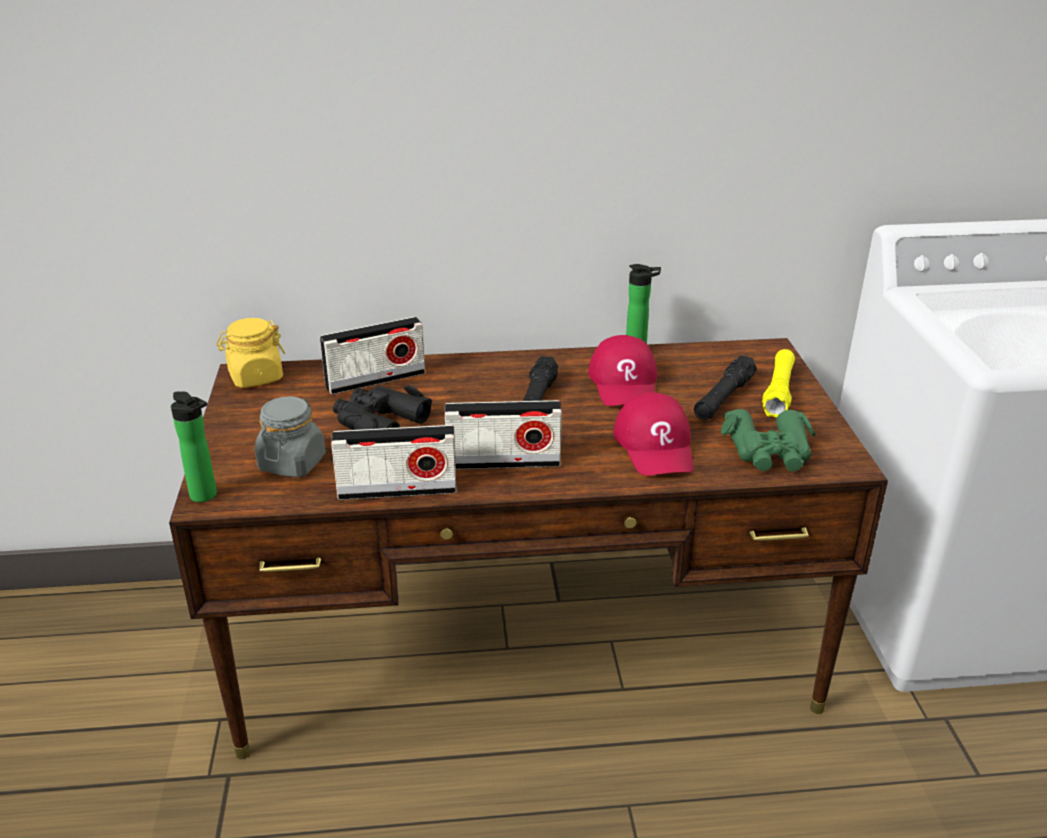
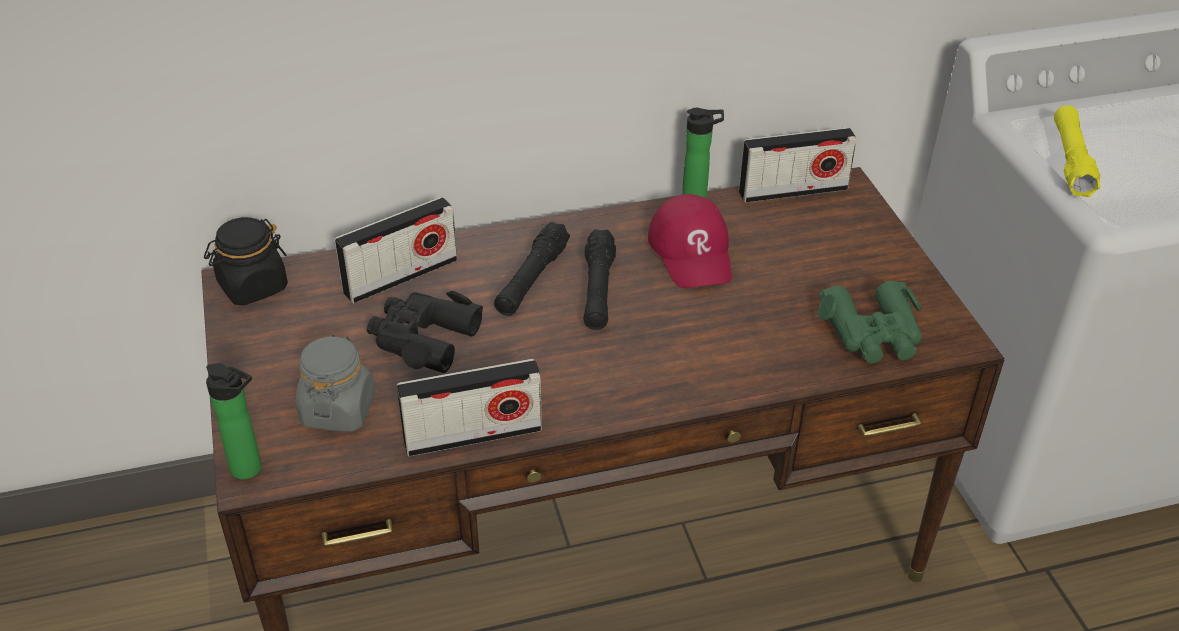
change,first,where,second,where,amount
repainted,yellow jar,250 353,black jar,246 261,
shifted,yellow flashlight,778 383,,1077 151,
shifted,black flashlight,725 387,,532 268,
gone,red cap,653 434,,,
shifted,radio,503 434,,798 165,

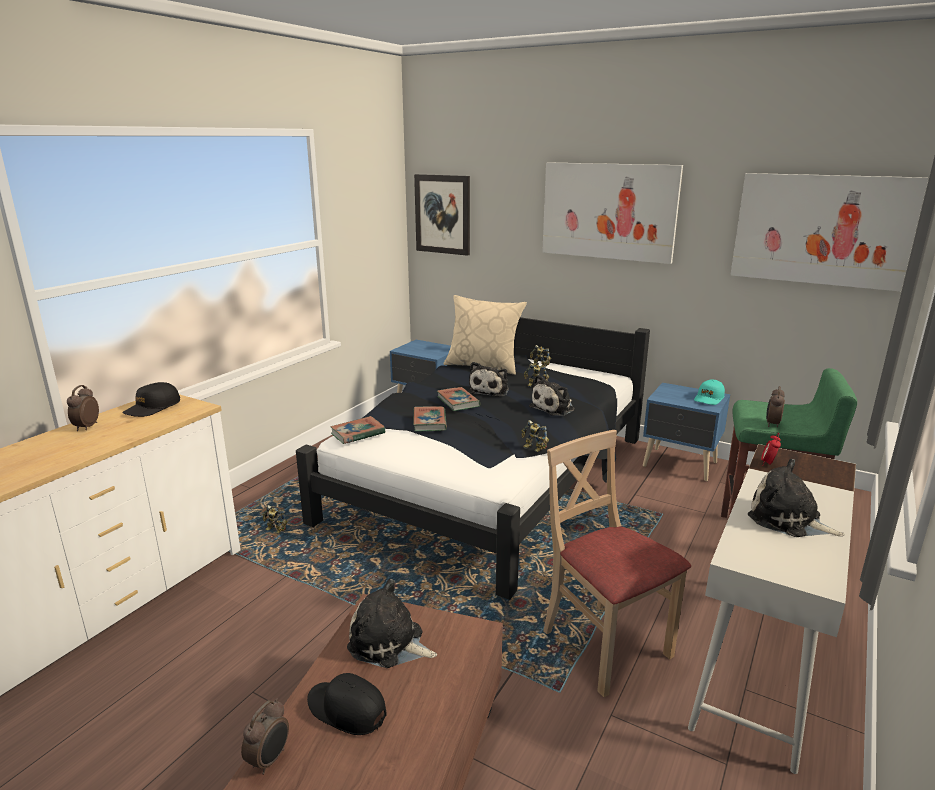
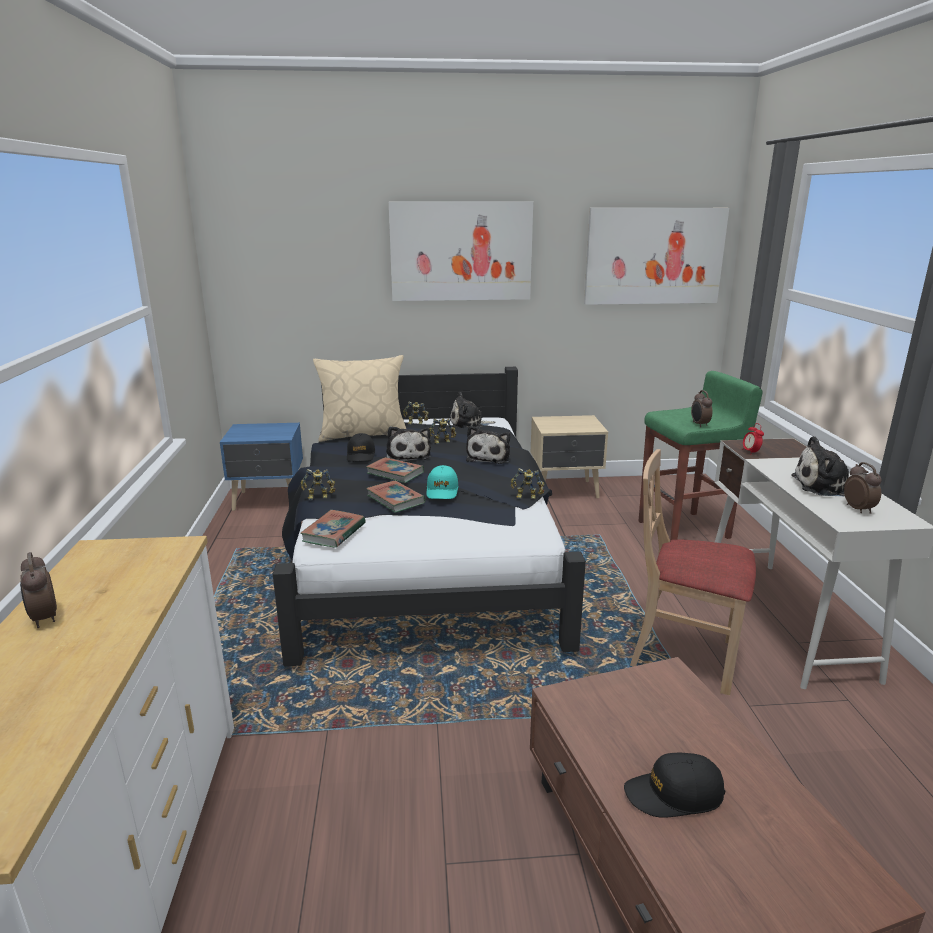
change,first,where,second,where,amount
gone,picture,442 215,,,
shifted,turquoise cap,709 392,,442 482,
shifted,black cap,151 399,,361 447,
repainted,blue nightstand,686 432,beige nightstand,569 456,
shifted,toy robot,274 519,,317 484,
shifted,plush toy,392 623,,473 410,
shifted,alarm clock,265 737,,863 488,

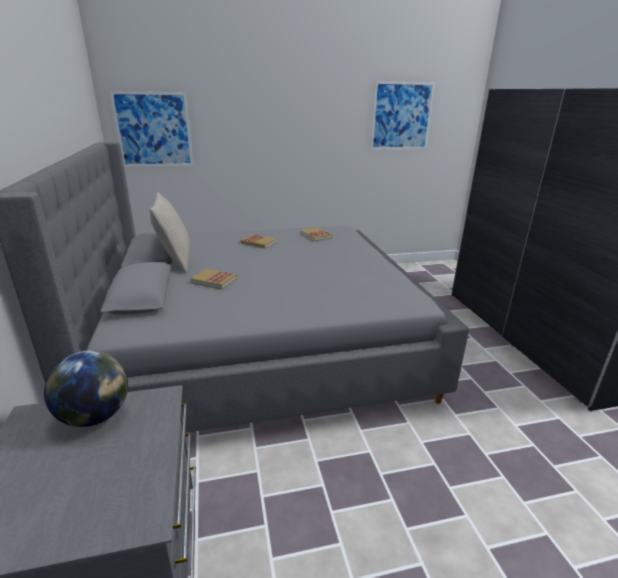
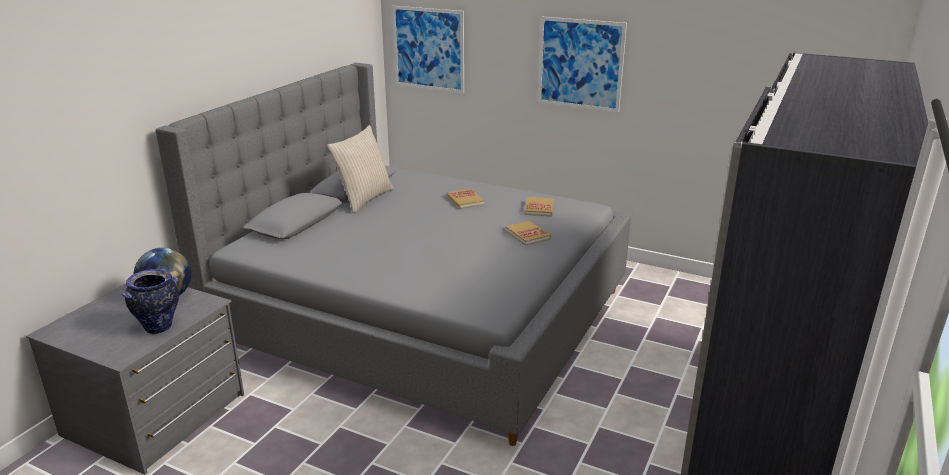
change,first,where,second,where,amount
shifted,picture,402 115,,582 64,
shifted,book,213 279,,528 233,
new,,,vase,150 301,

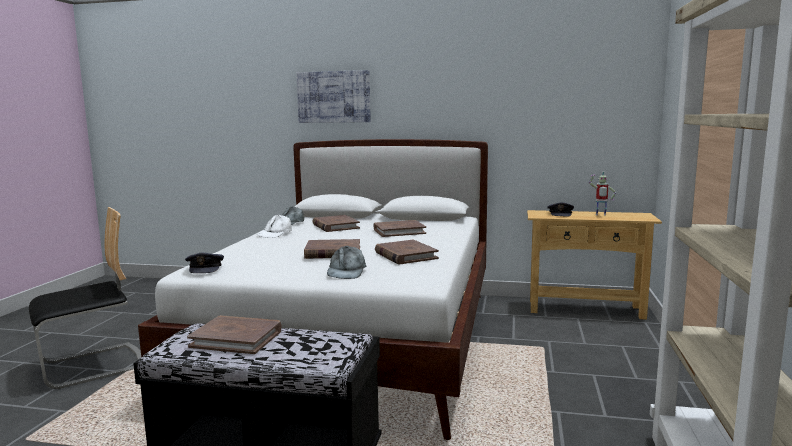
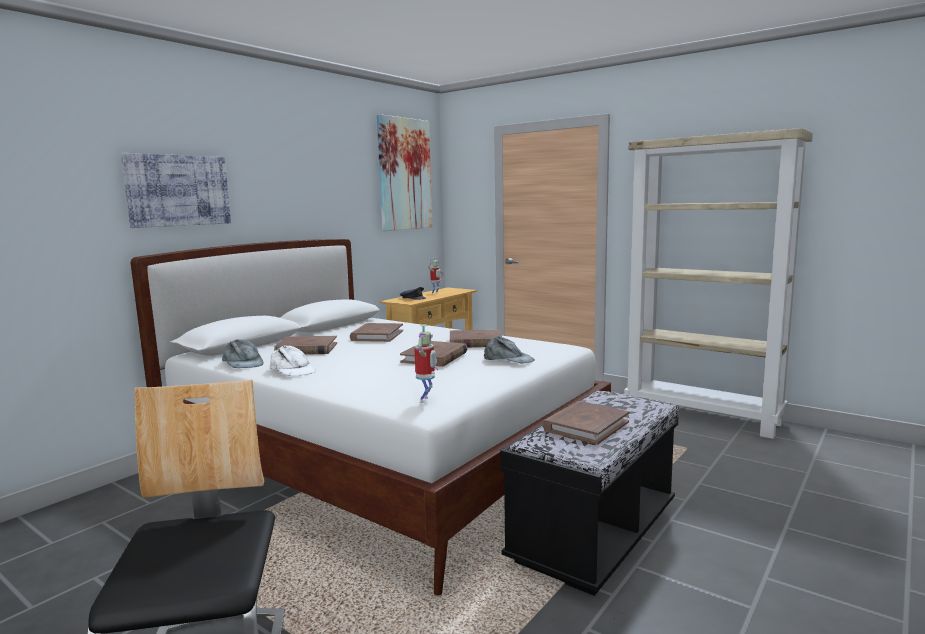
change,first,where,second,where,amount
swapped,grey cap,204 263,toy robot,426 363,
new,,,picture,405 172,

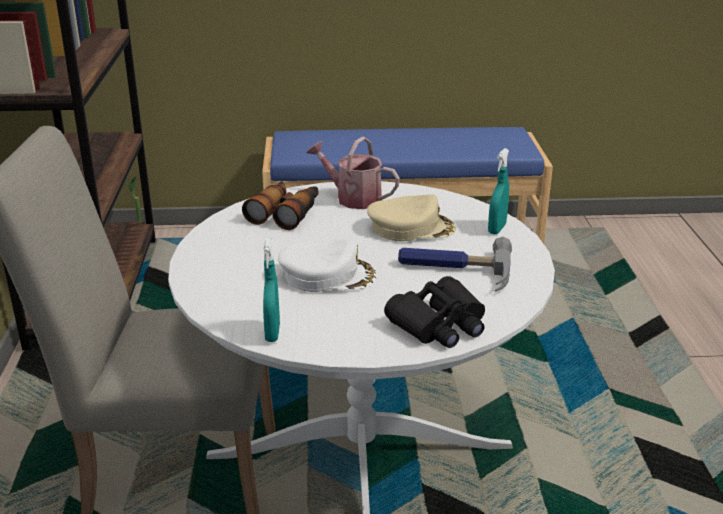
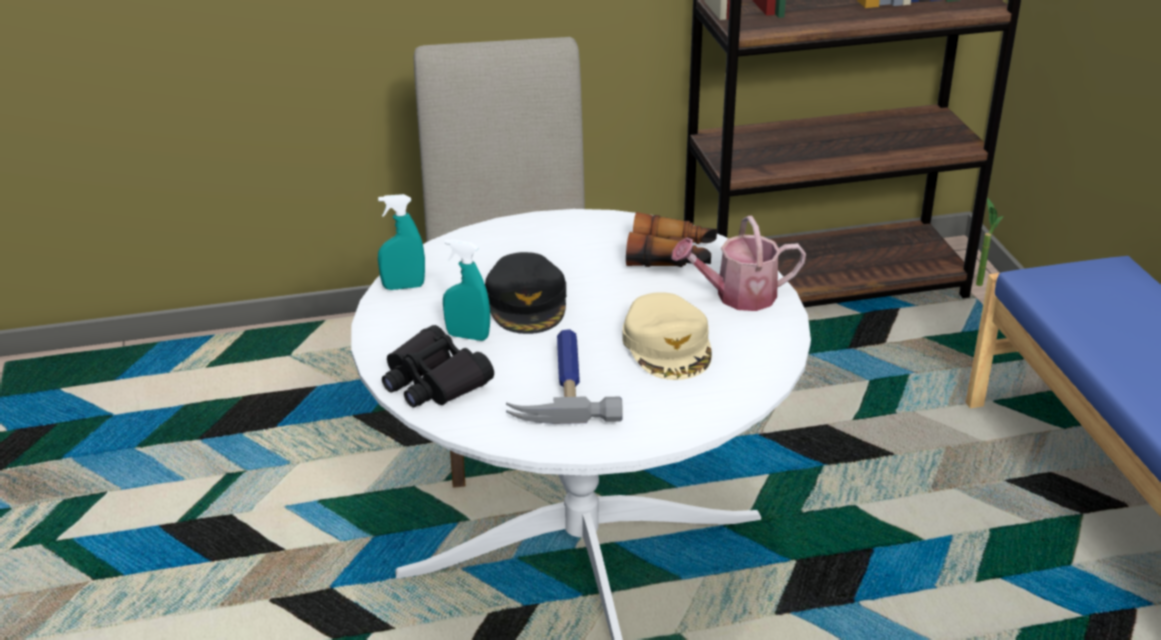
change,first,where,second,where,amount
rotated,watering can,353 172,,738 263,120 degrees counterclockwise
shifted,turquoise spray bottle,498 191,,466 290,
repainted,white cap,328 265,black cap,525 293,

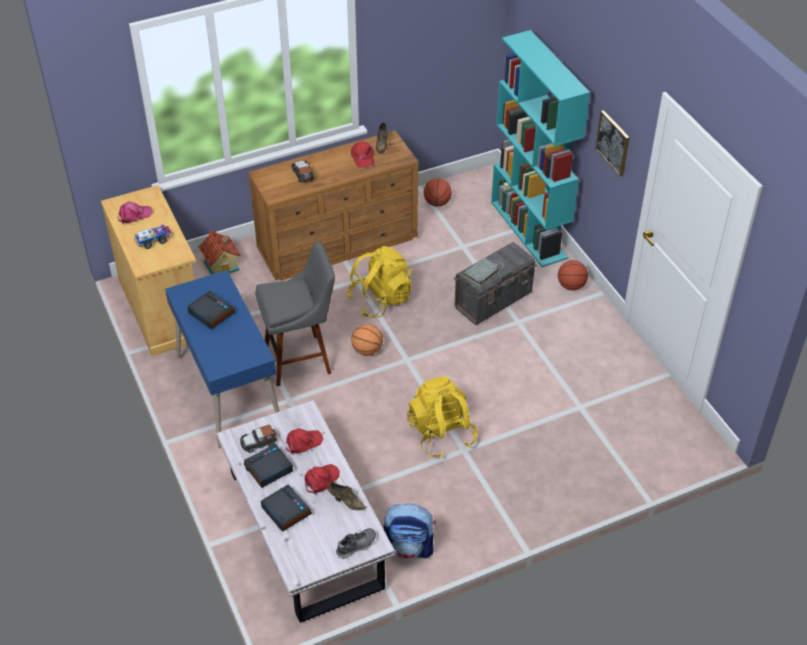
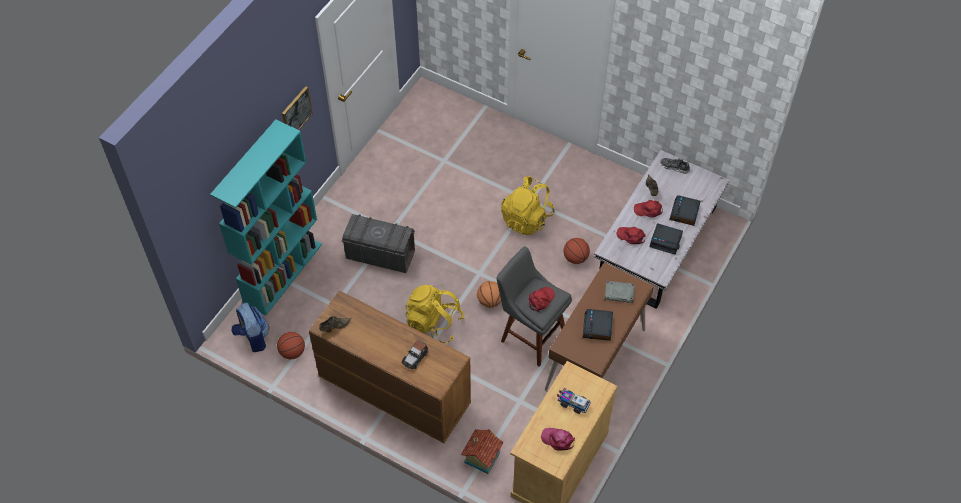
change,first,where,second,where,amount
shifted,red cap,362 154,,542 299,
shifted,grey book,481 272,,620 292,
shifted,basketball,573 275,,577 251,
repainted,blue desk,222 359,brown desk,599 326,
gone,toy car,258 439,,,
shifted,backpack,410 532,,250 327,

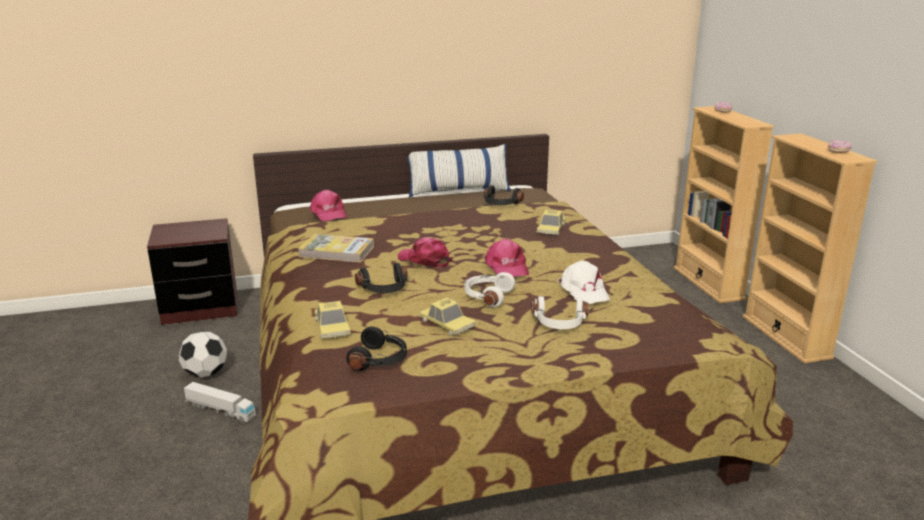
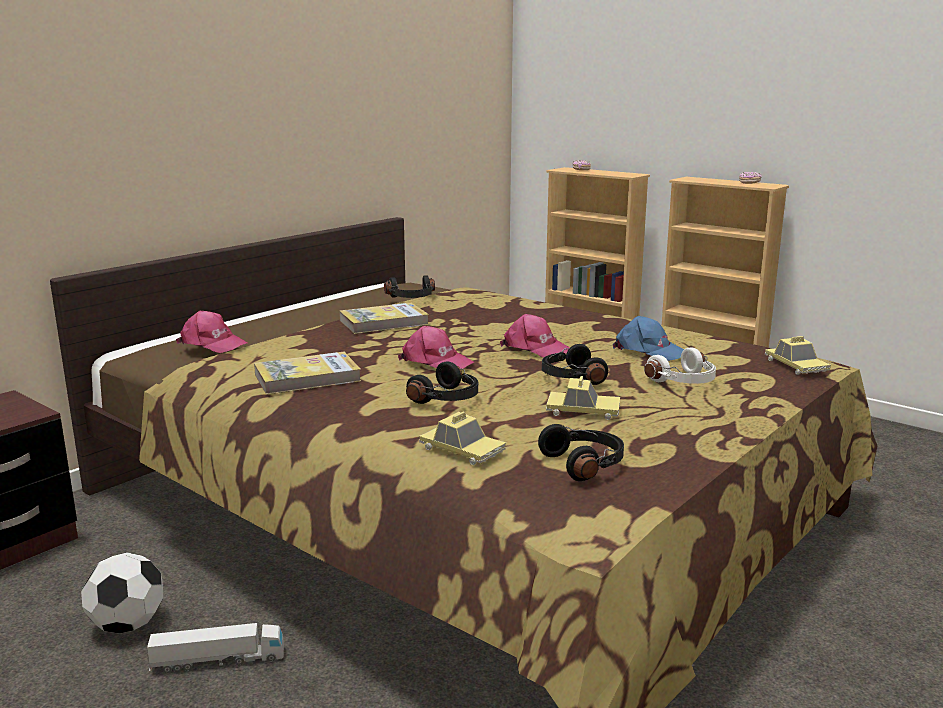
change,first,where,second,where,amount
gone,pillow,459 170,,,
shifted,toy car,551 222,,798 355,
rotated,pink cap,425 252,,436 348,150 degrees counterclockwise
repainted,white cap,584 282,blue cap,648 338,
repainted,white headphones,490 289,black headphones,575 364,
new,,,book,384 318,

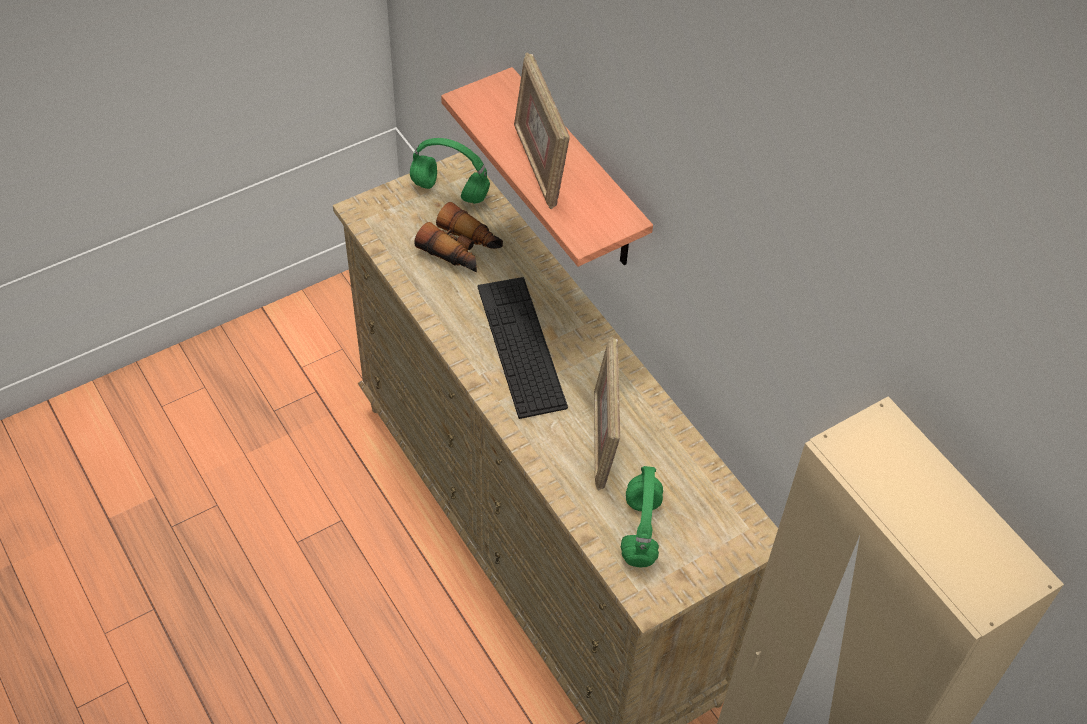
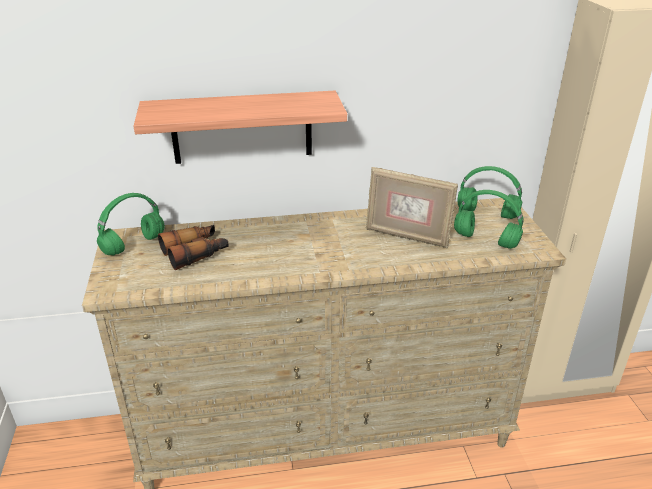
change,first,where,second,where,amount
gone,picture frame,542 130,,,
gone,keyboard,523 348,,,
new,,,green headphones,490 192,

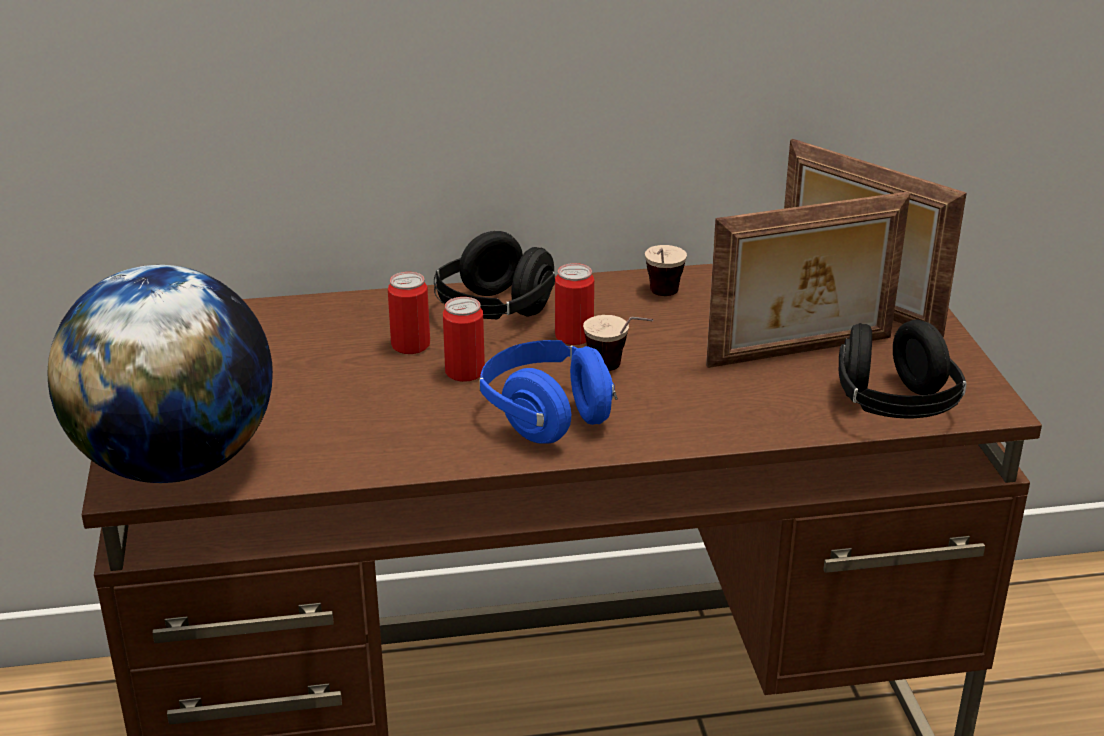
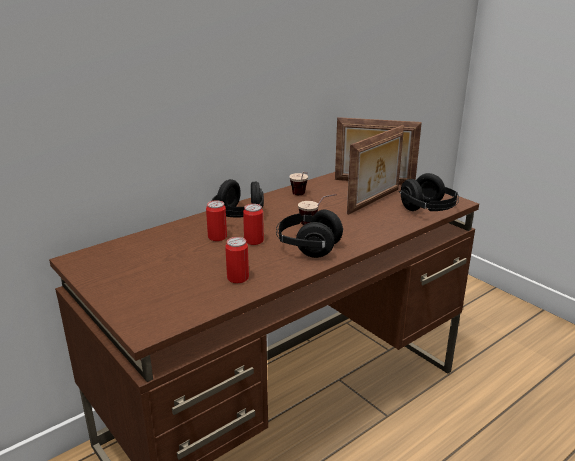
change,first,where,second,where,amount
shifted,can,574 304,,237 260,
gone,globe,160 374,,,
repainted,blue headphones,548 392,black headphones,309 234,

